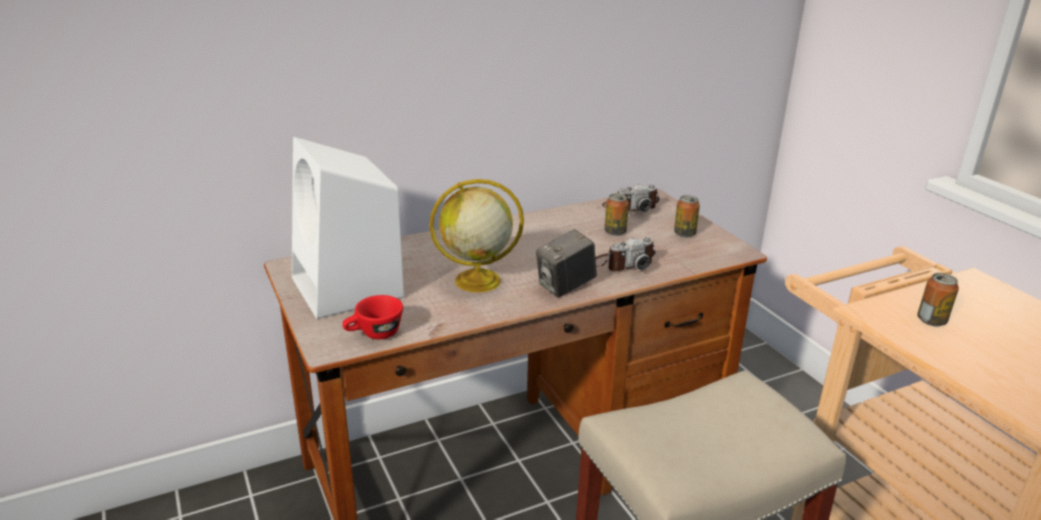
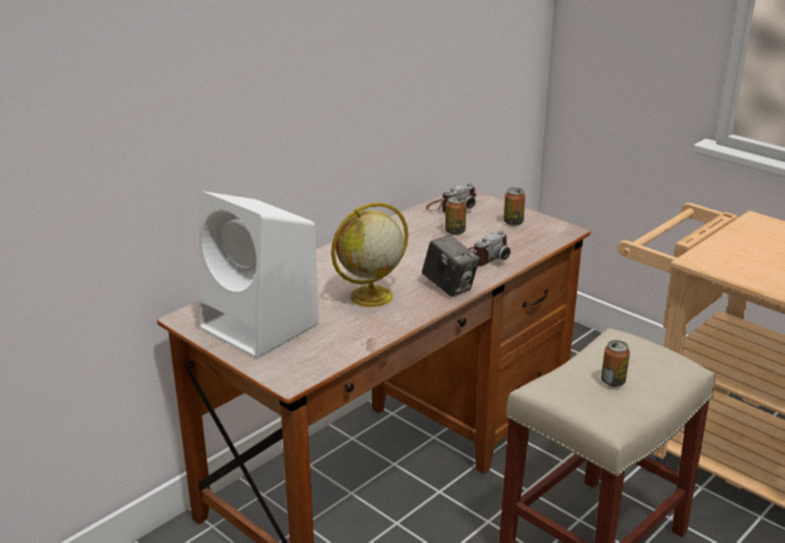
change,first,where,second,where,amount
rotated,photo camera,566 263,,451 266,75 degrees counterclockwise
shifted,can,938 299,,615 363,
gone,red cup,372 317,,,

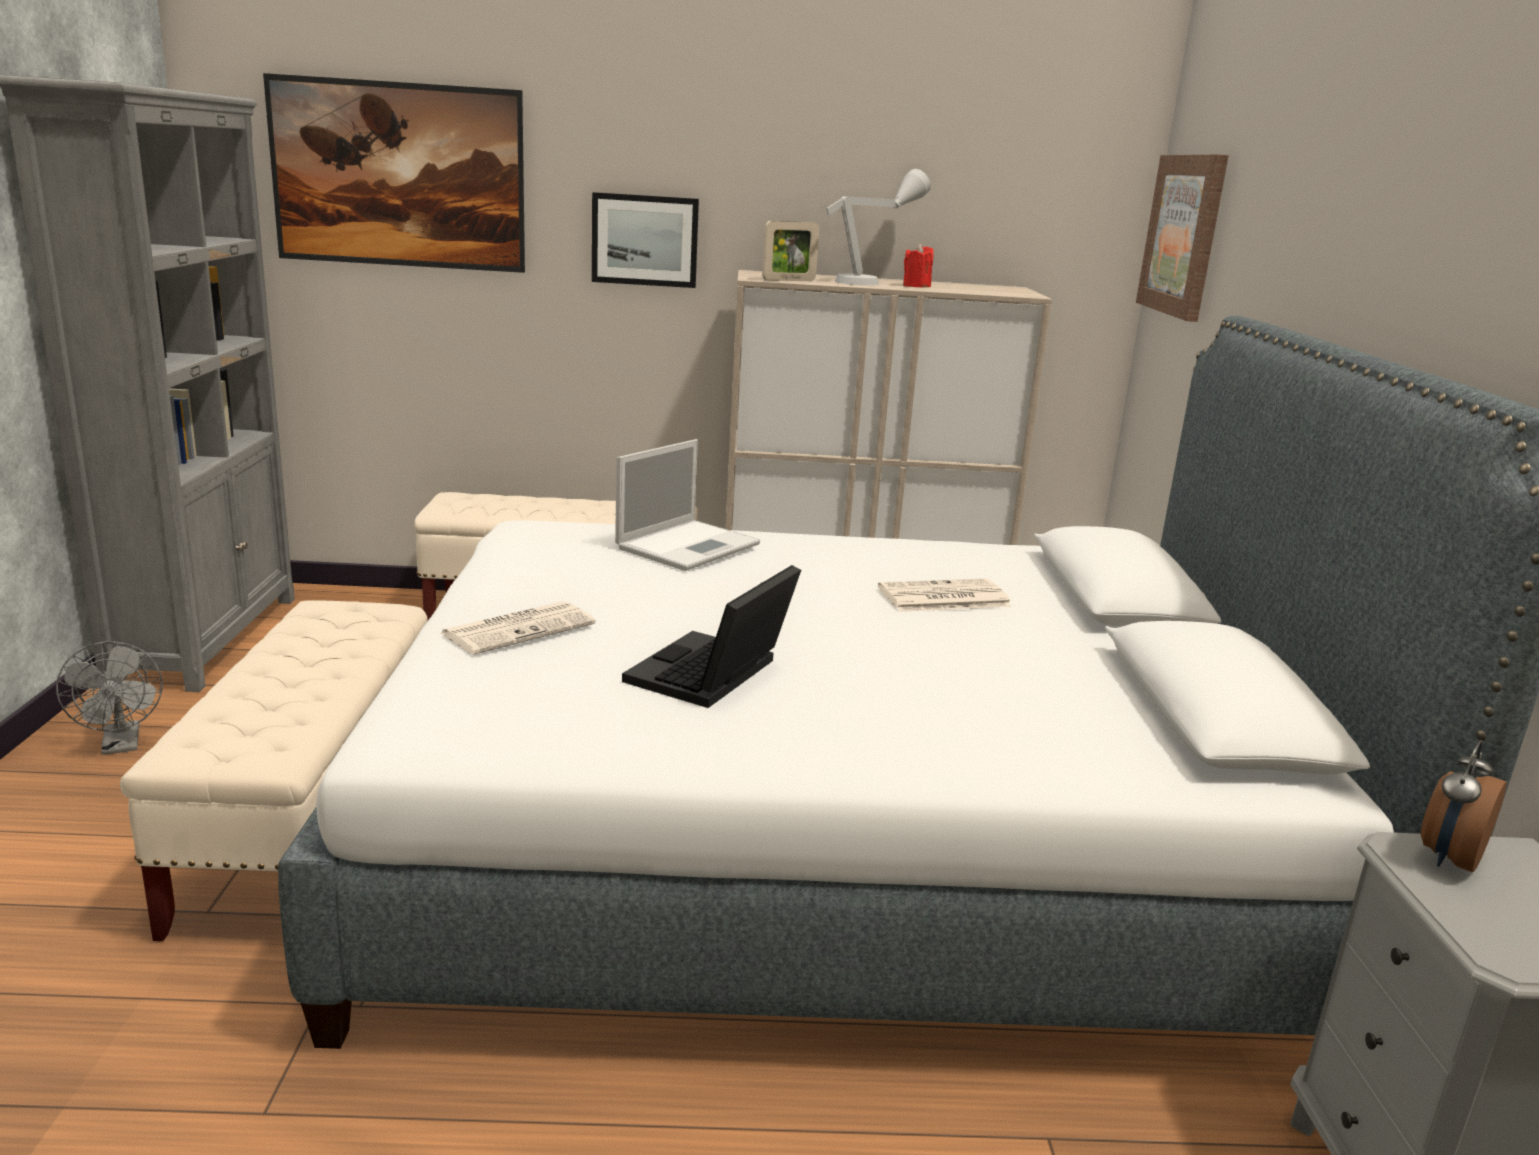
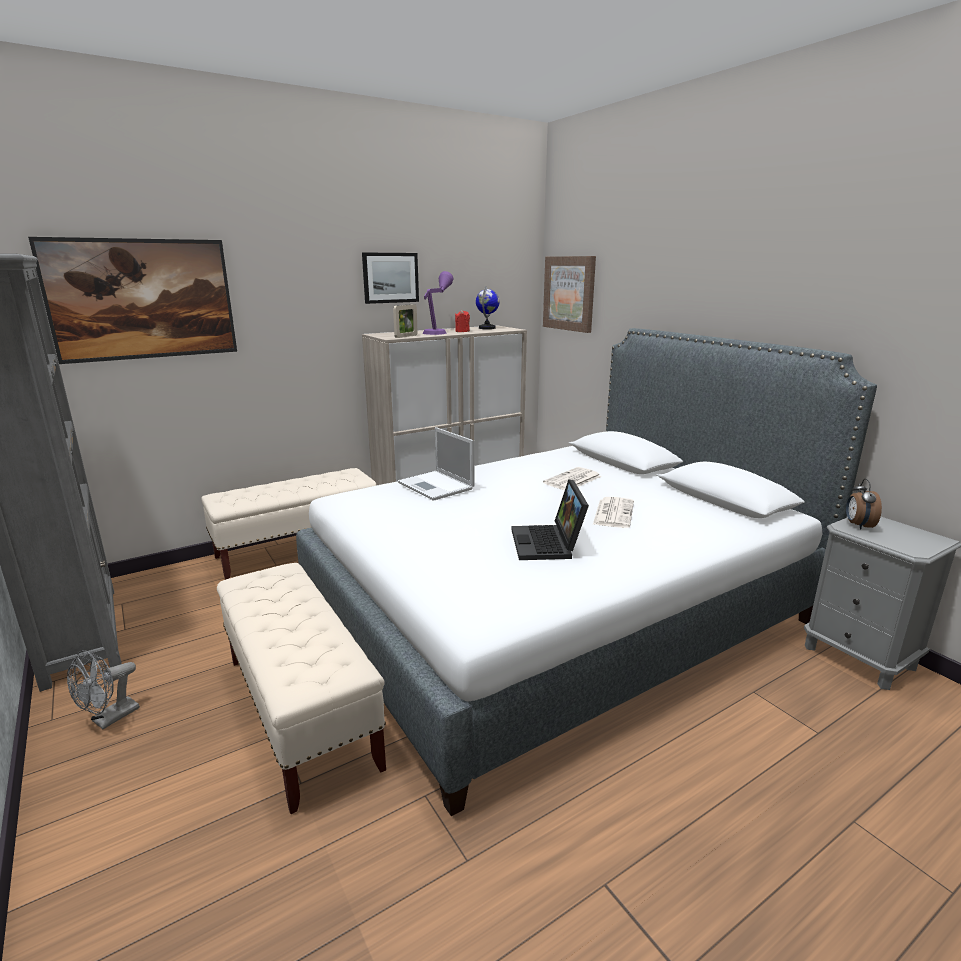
change,first,where,second,where,amount
repainted,grey table lamp,878 227,purple table lamp,438 303,
shifted,picture,645 240,,390 278,
rotated,laptop,687 505,,436 464,135 degrees clockwise
shifted,newspaper,518 628,,613 512,
rotated,grey fan,109 698,,103 689,90 degrees clockwise
new,,,globe,488 307,

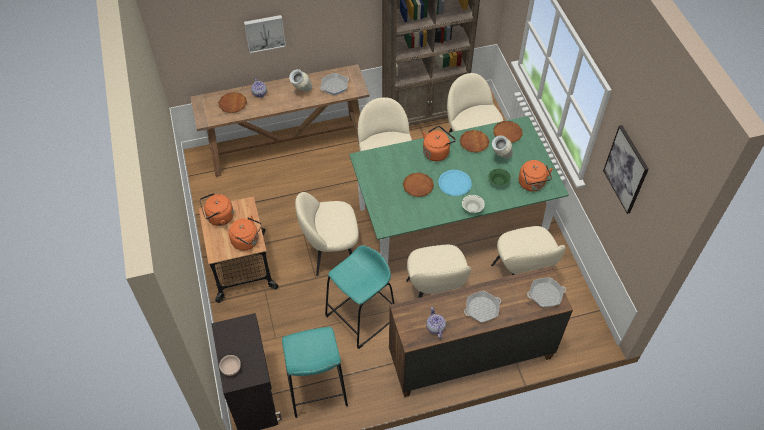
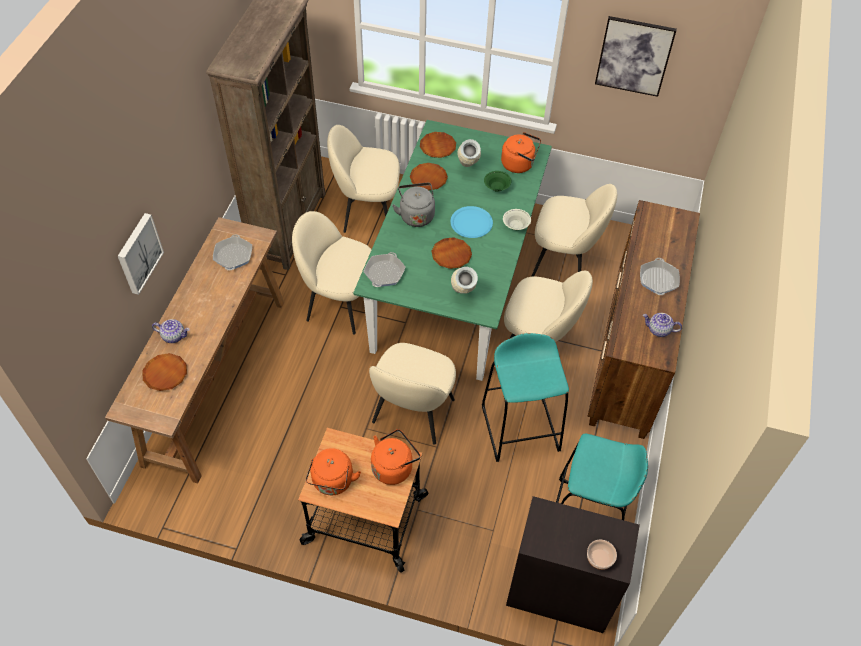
change,first,where,second,where,amount
shifted,vase,300 80,,464 280,
repainted,orange kettle,439 143,grey kettle,413 205,
shifted,frying pan,546 292,,384 269,

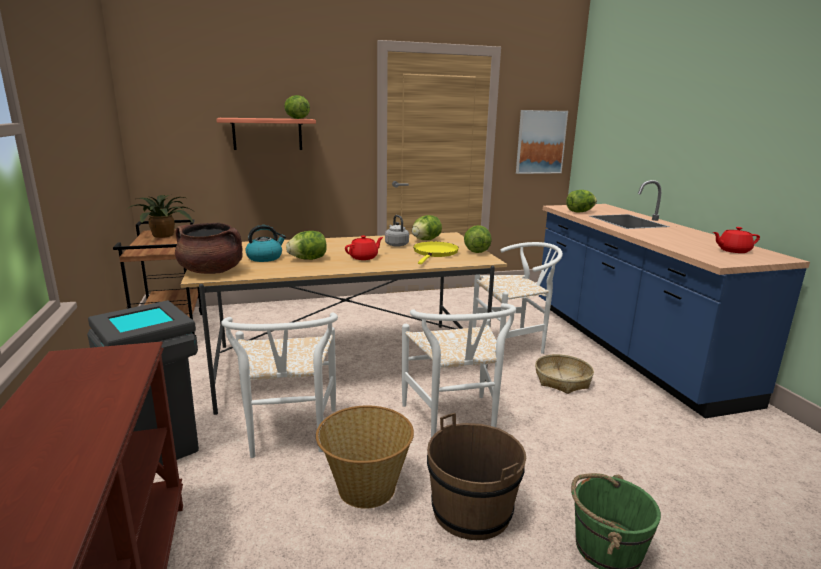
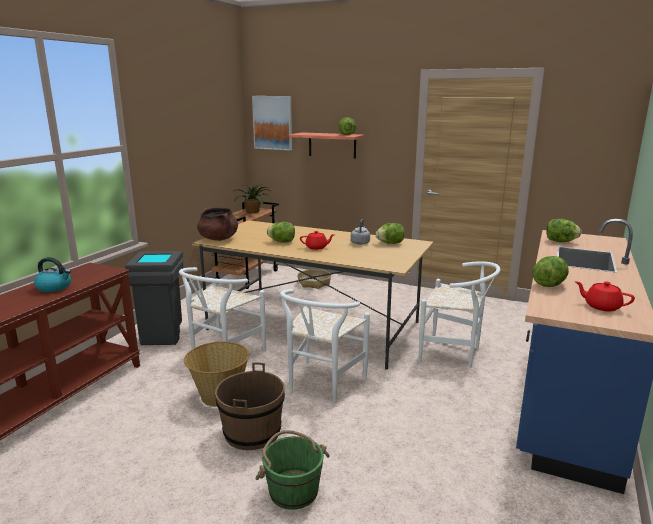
change,first,where,second,where,amount
shifted,picture,542 142,,272 123,
shifted,kettle,265 243,,52 274,
shifted,lettuce,478 239,,550 271,
gone,yellow frying pan,436 253,,,
shifted,basket,564 374,,314 279,

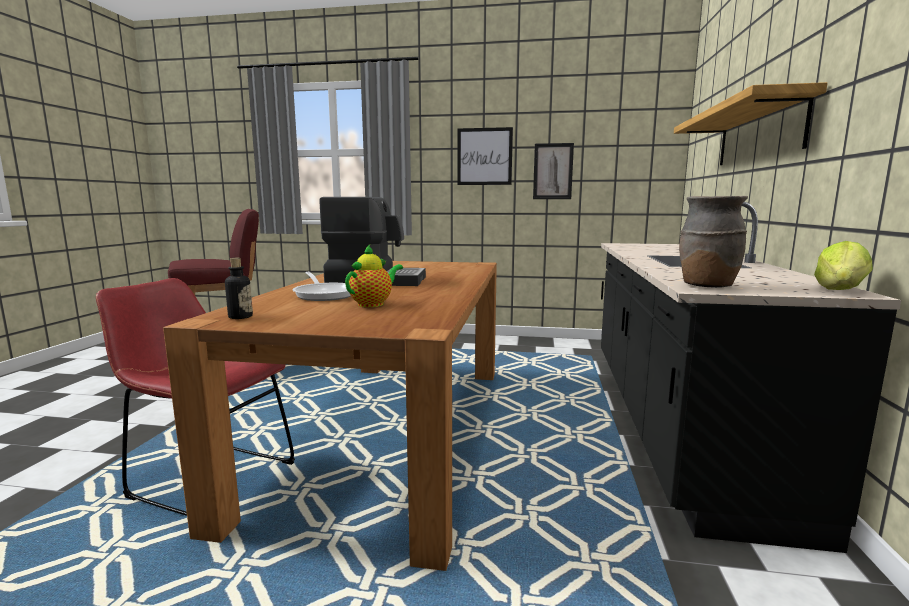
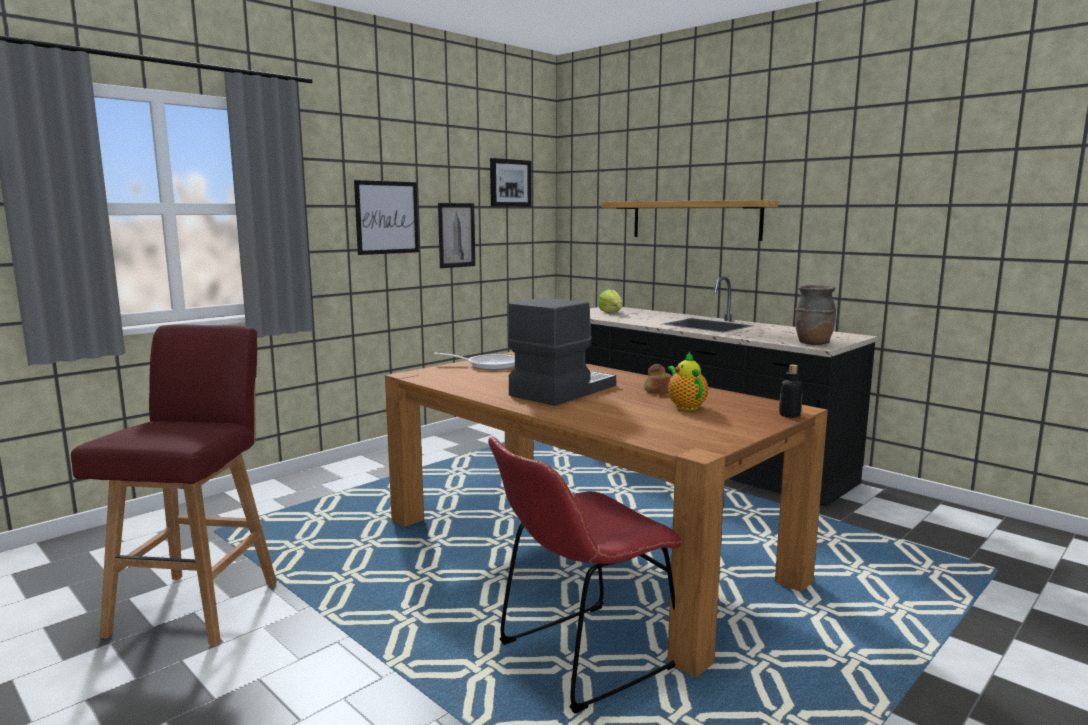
change,first,where,second,where,amount
shifted,lettuce,843 265,,610 301,
shifted,bottle,239 288,,791 391,
shifted,frying pan,321 286,,474 361,
new,,,picture,511 182,
new,,,bread,658 379,

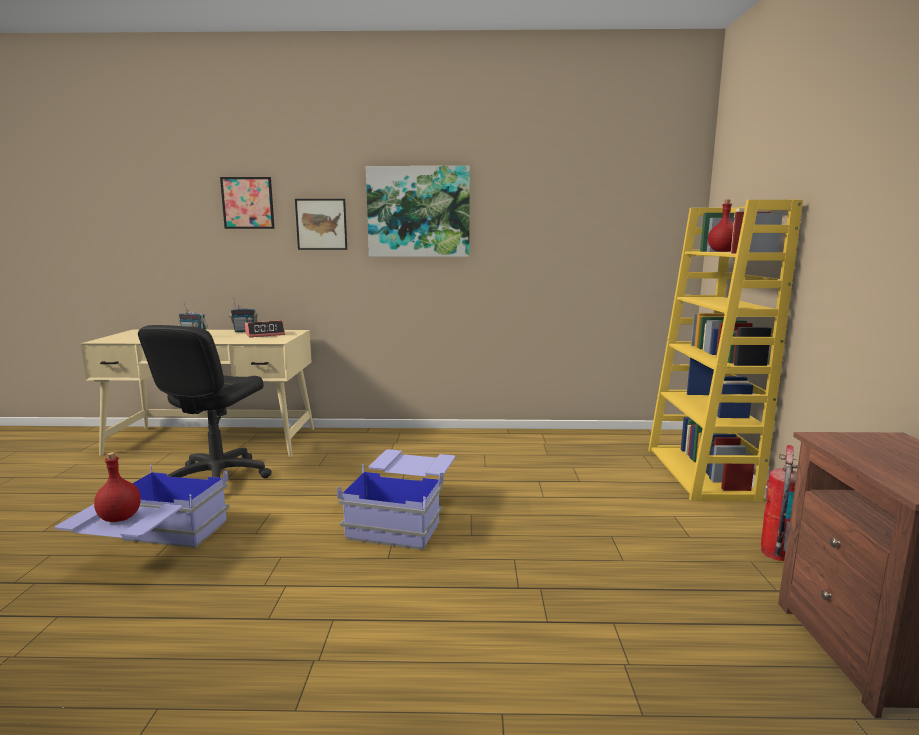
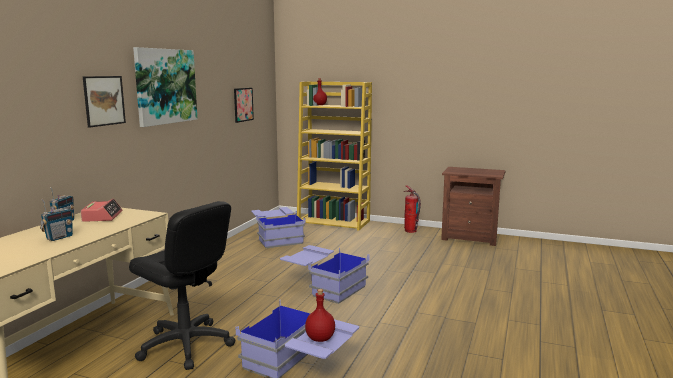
change,first,where,second,where,amount
shifted,picture,247 203,,244 105,
new,,,blue storage box,278 227,

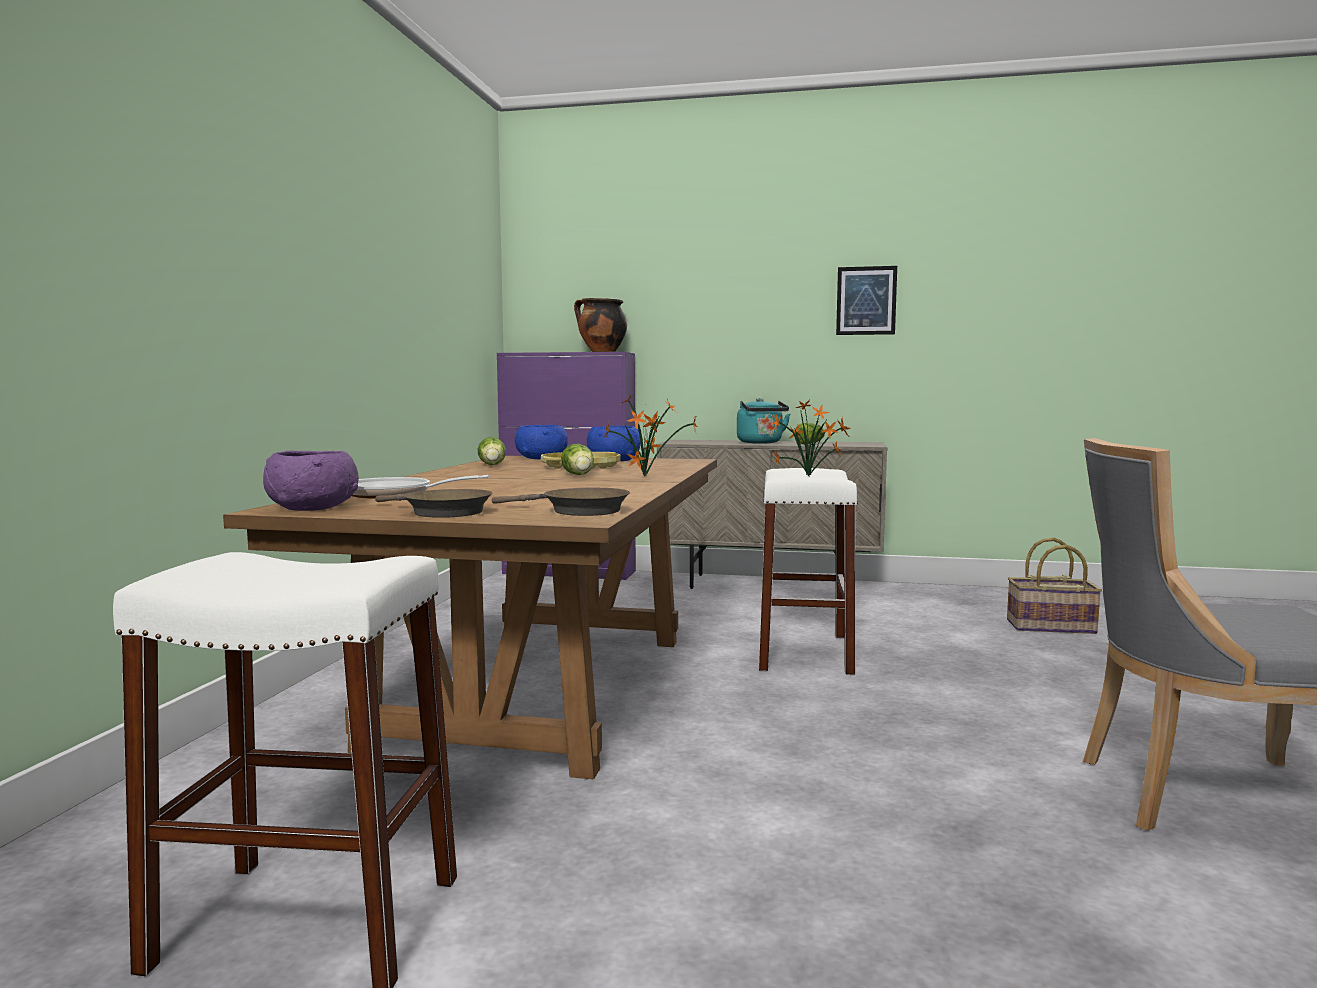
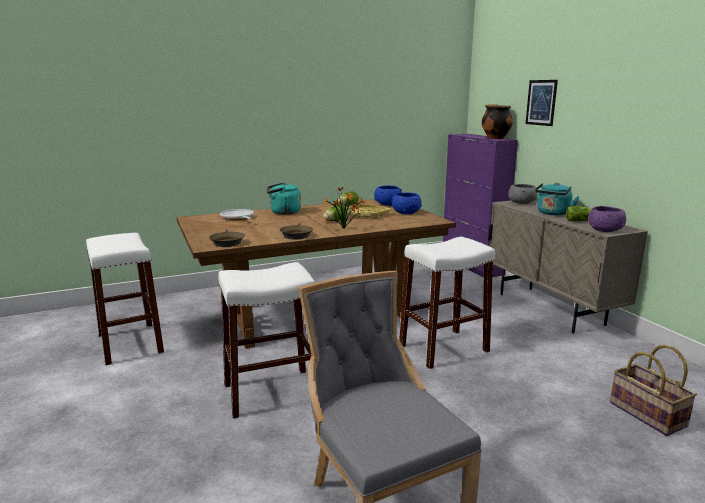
change,first,where,second,where,amount
shifted,picture,866 300,,541 103,
gone,potted plant,811 438,,,
shifted,purple bowl,311 481,,607 219,
shifted,brown frying pan,434 503,,296 231,
new,,,turquoise kettle,284 198,
new,,,grey bowl,523 194,
new,,,white stool,266 340,

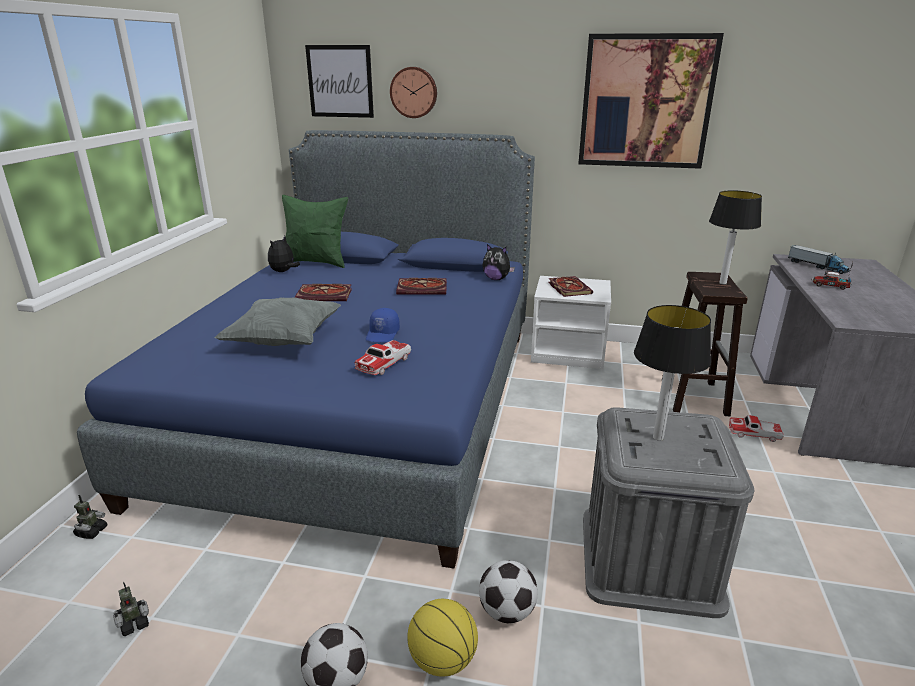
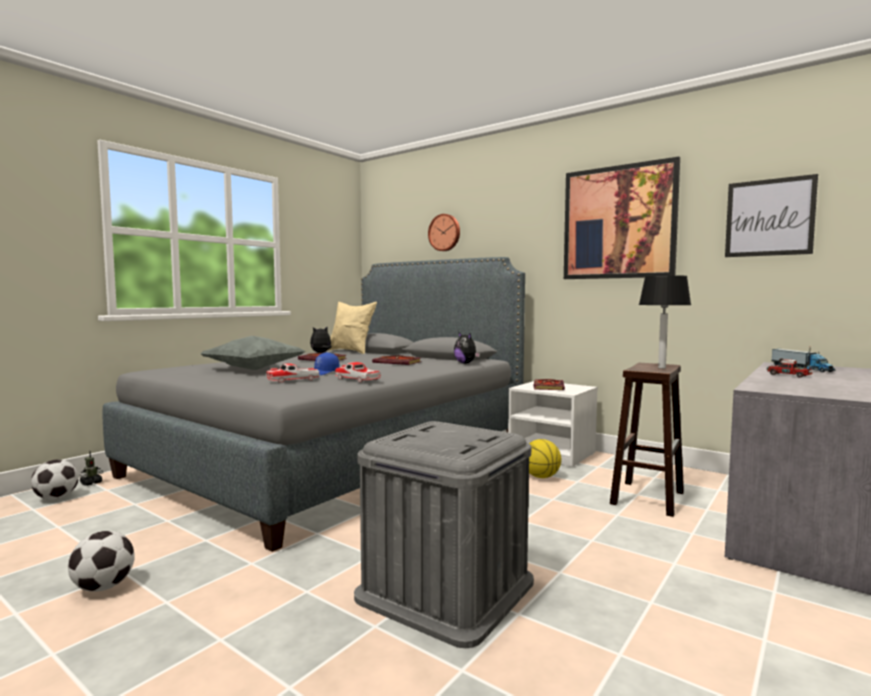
change,first,where,second,where,amount
shifted,picture,339 81,,771 215,
repainted,blue bed,306 349,grey bed,313 404,
repainted,green pillow,315 231,beige pillow,352 328,
gone,table lamp,672 373,,,
shifted,toy car,756 428,,358 372,
shifted,football,508 591,,55 480,
gone,toy robot,131 609,,,
shifted,basketball,442 638,,545 458,

